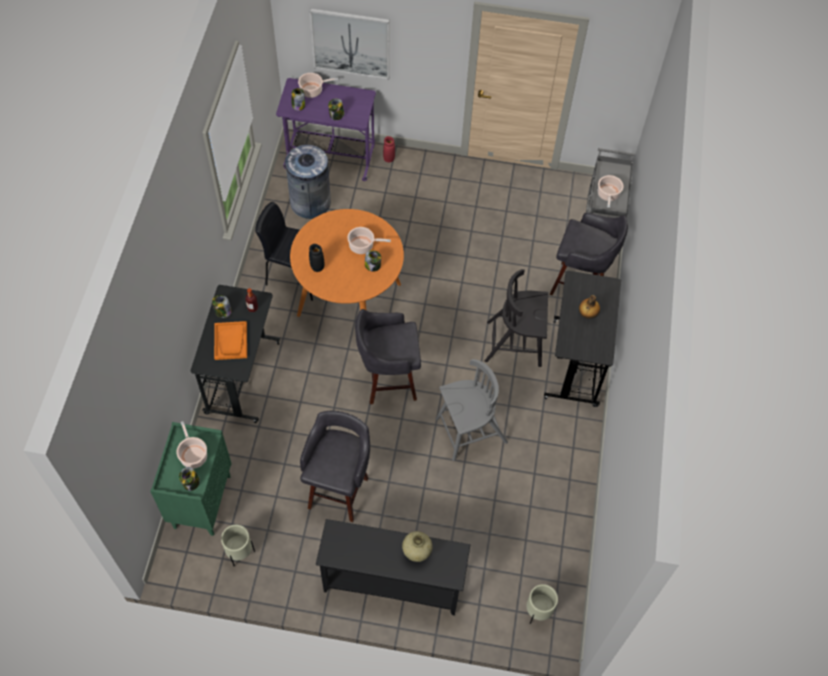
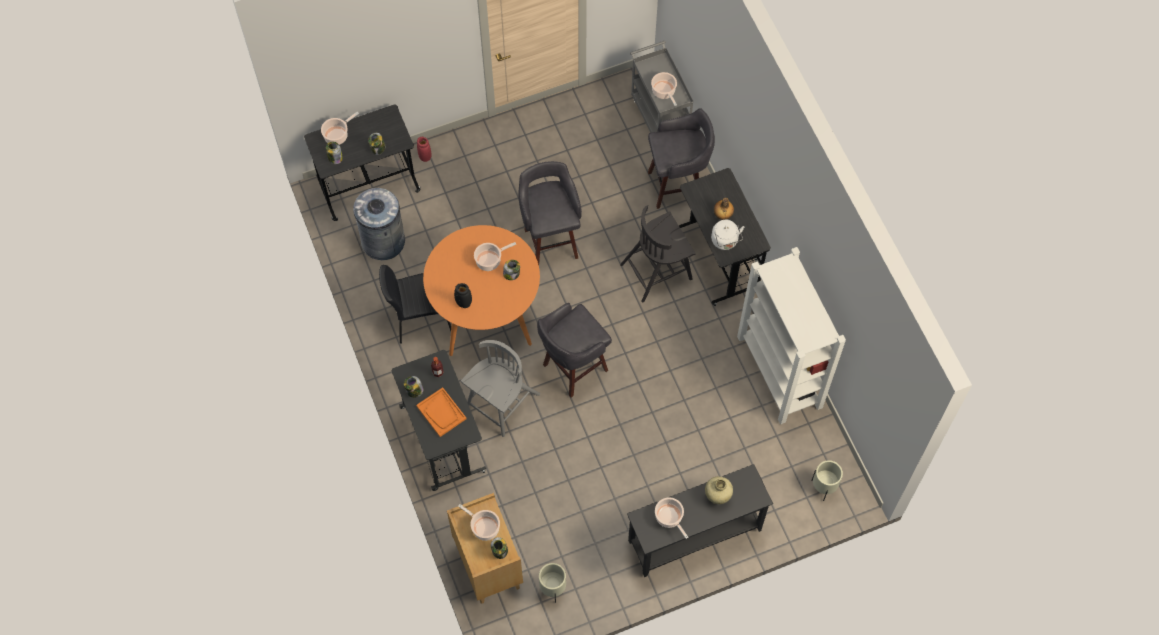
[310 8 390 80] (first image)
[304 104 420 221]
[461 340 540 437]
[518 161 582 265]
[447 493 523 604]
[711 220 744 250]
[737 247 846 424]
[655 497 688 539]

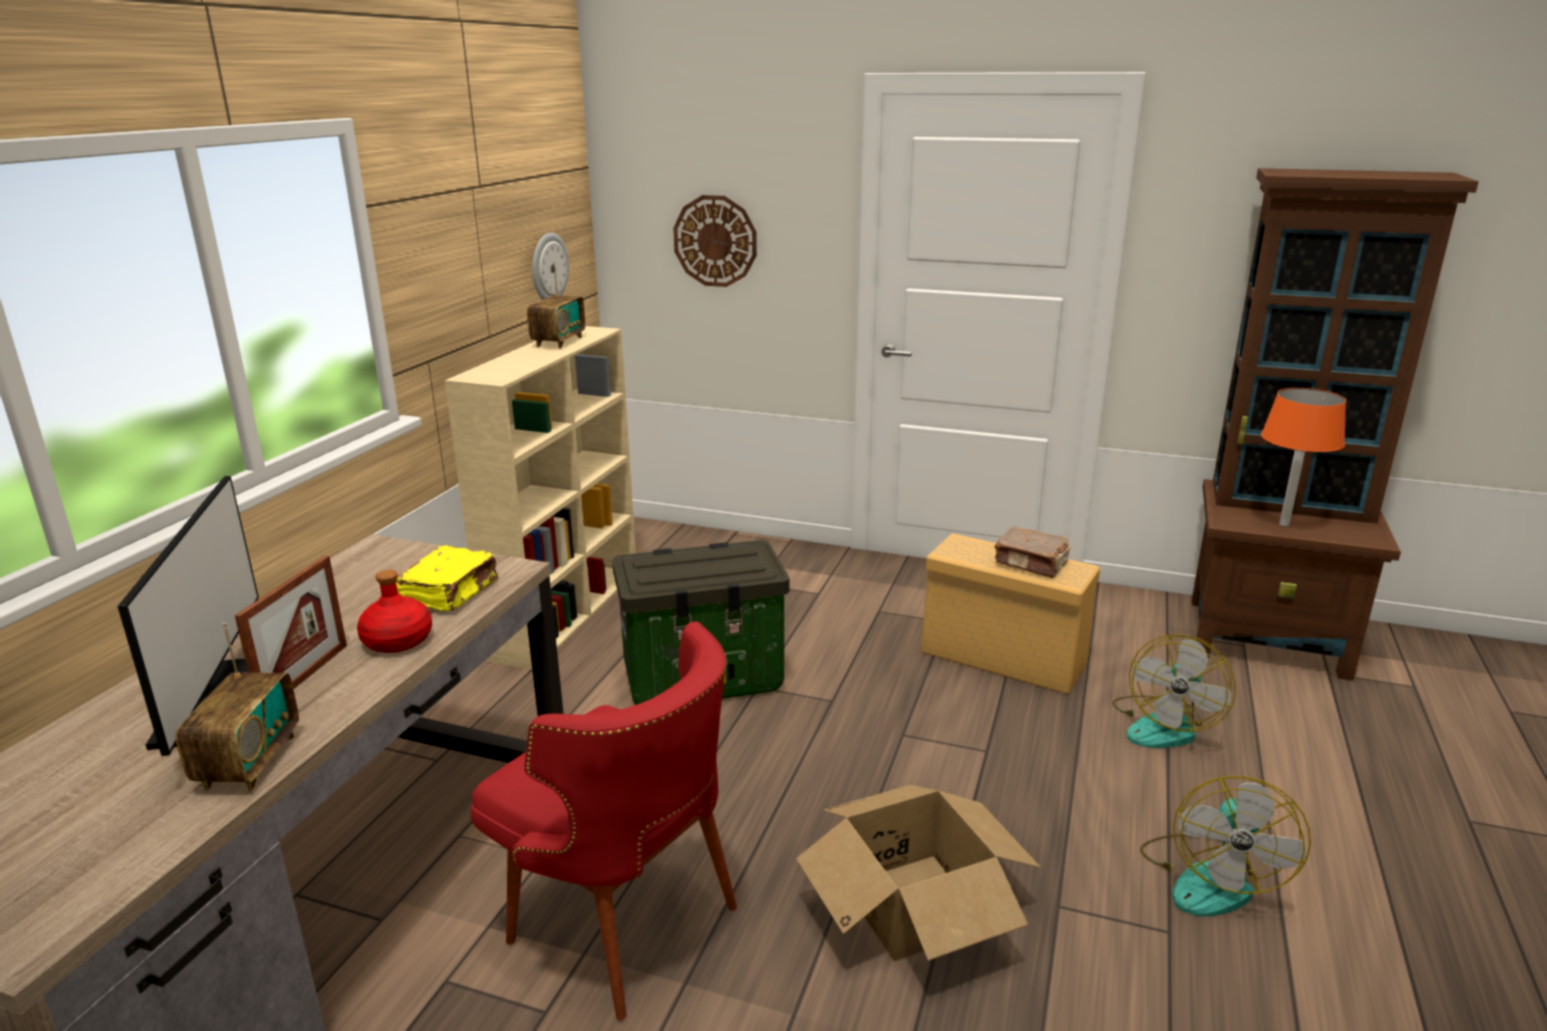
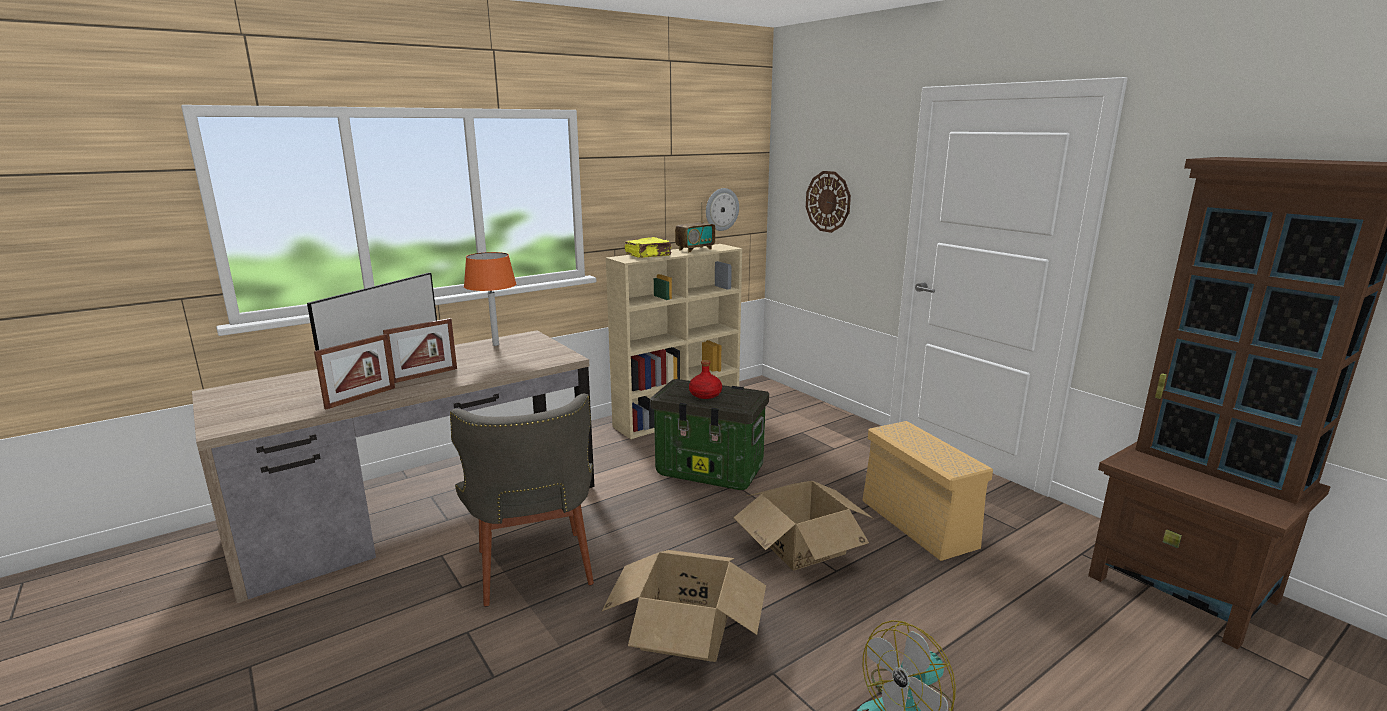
[464 252 516 346]
[994 527 1070 578] (first image)
[625 237 671 258]
[689 360 722 399]
[450 394 594 607]
[314 334 395 409]
[1112 634 1236 748] (first image)
[734 481 874 570]

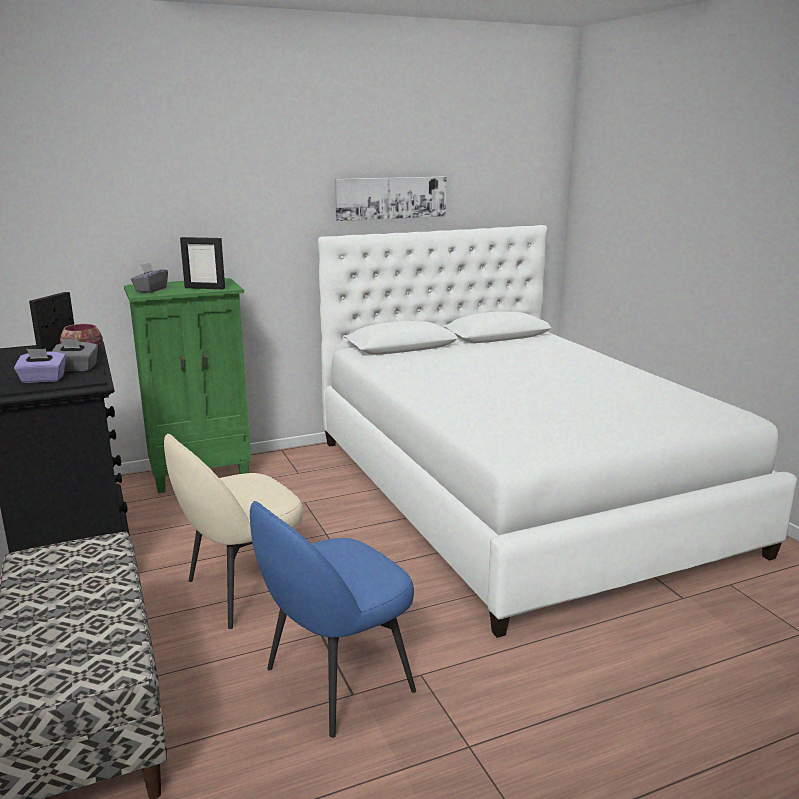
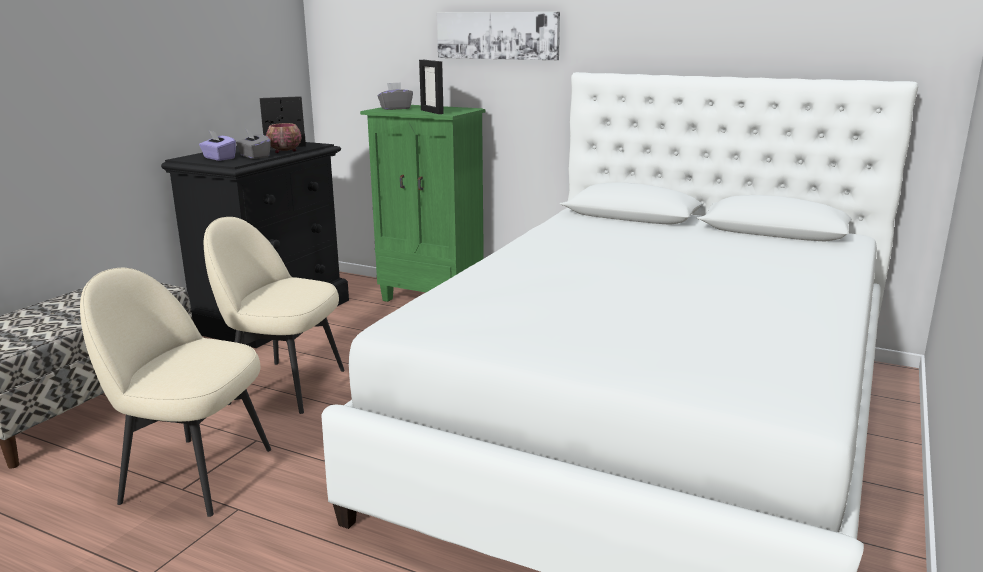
[437 12 560 60]
[80 268 271 517]

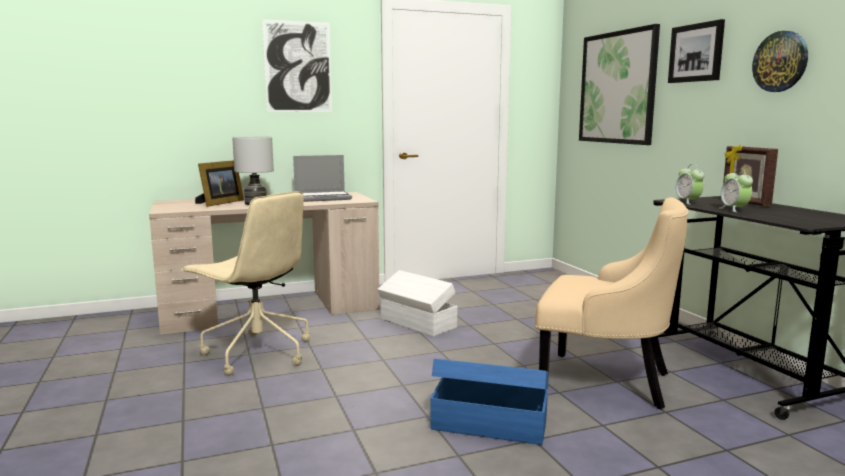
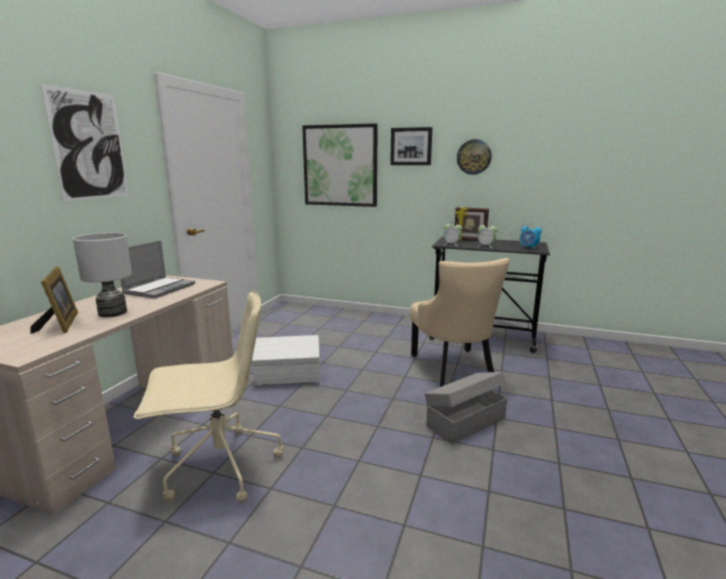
[409 258 510 387]
[425 372 507 444]
[520 223 542 249]

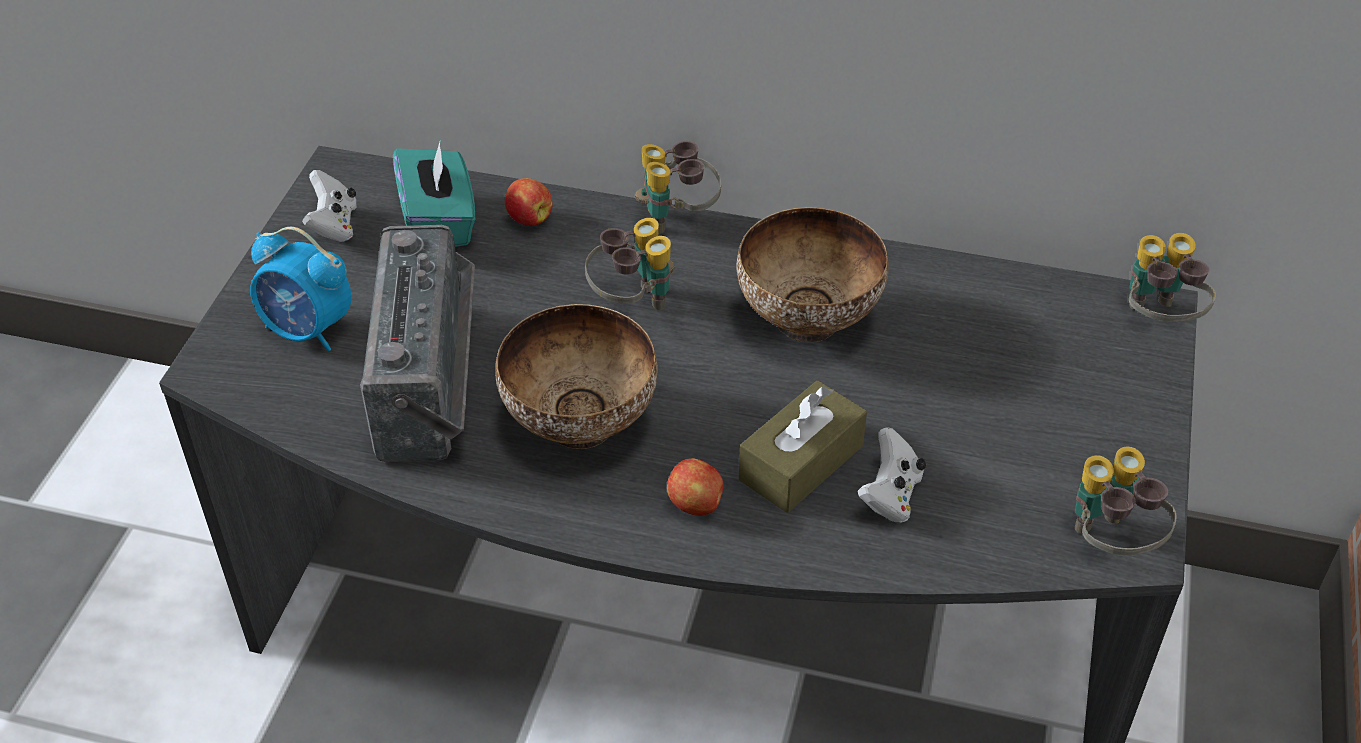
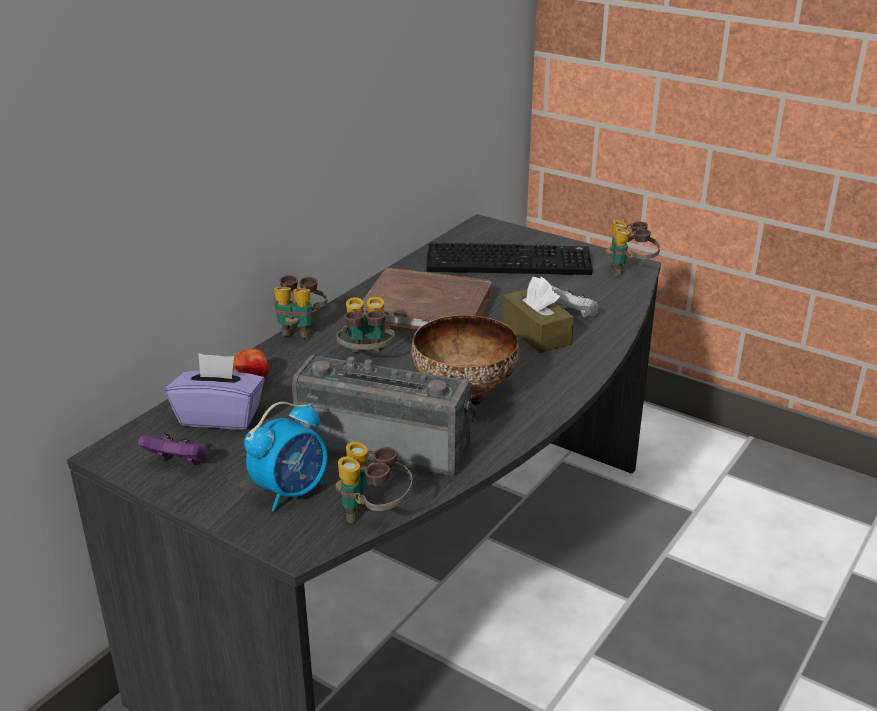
[165 353 265 430]
[138 433 209 466]
[363 268 492 332]
[335 442 413 523]
[667 458 724 516] (first image)
[426 243 593 275]

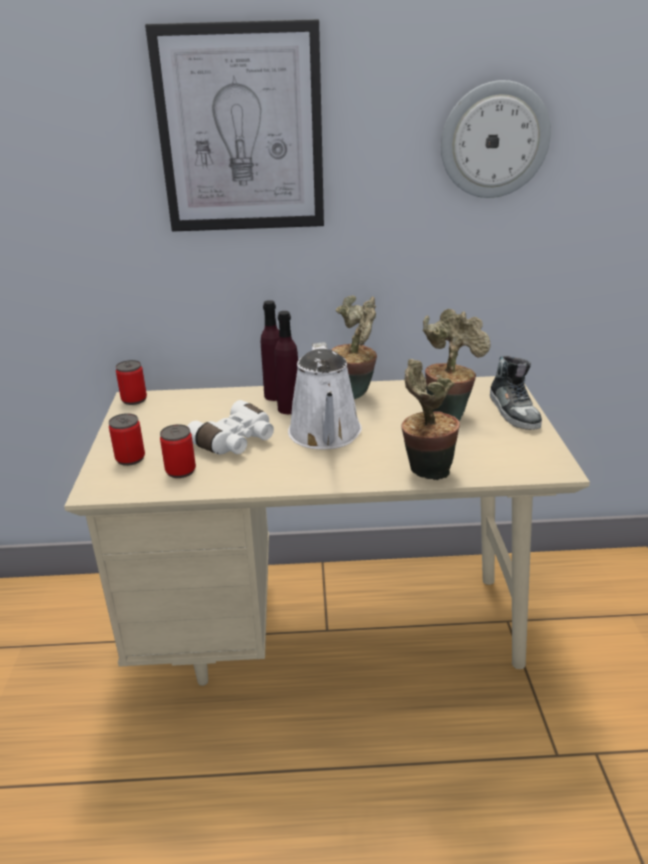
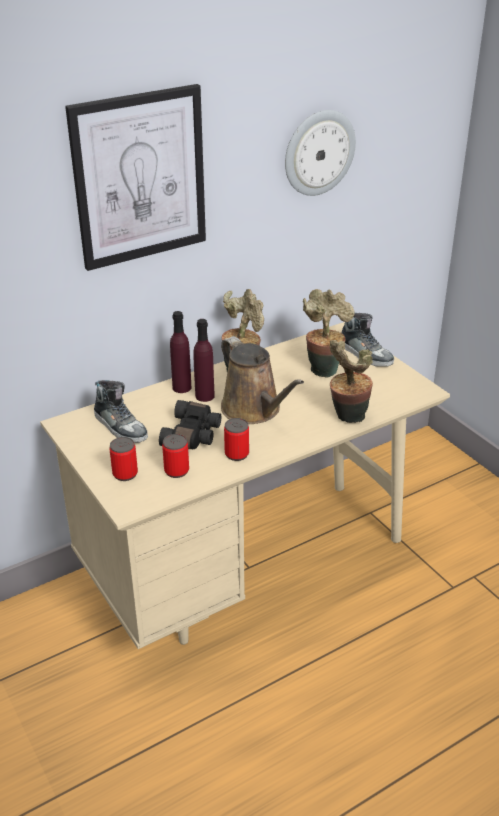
[221 336 304 424]
[224 418 249 461]
[159 400 221 449]
[94 380 148 443]

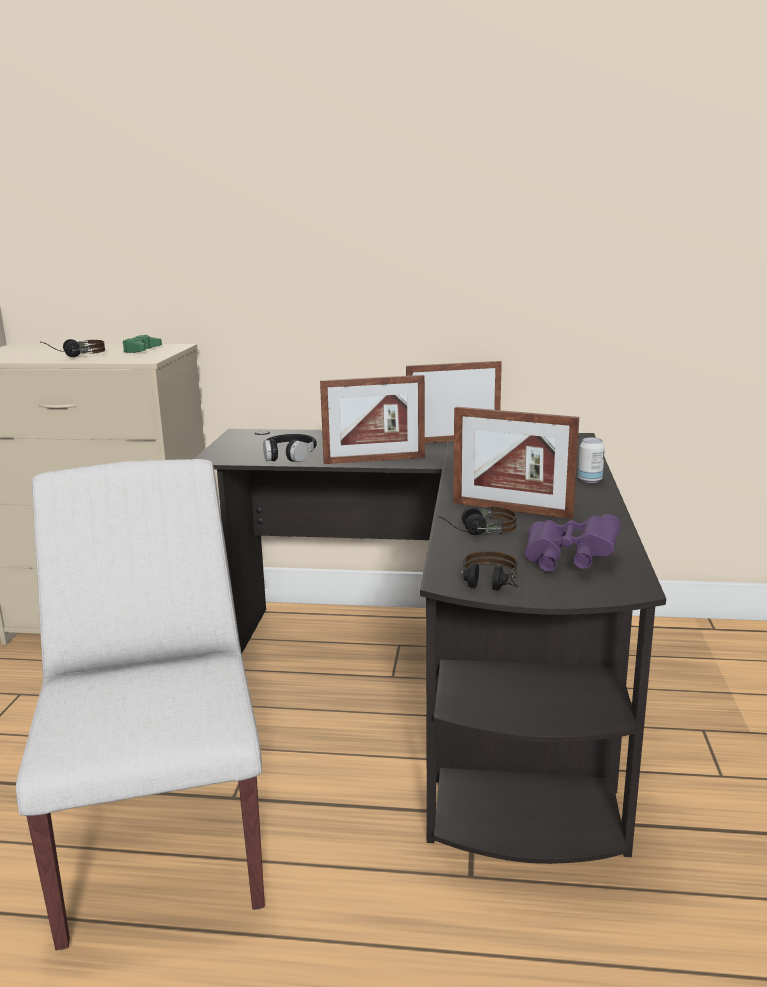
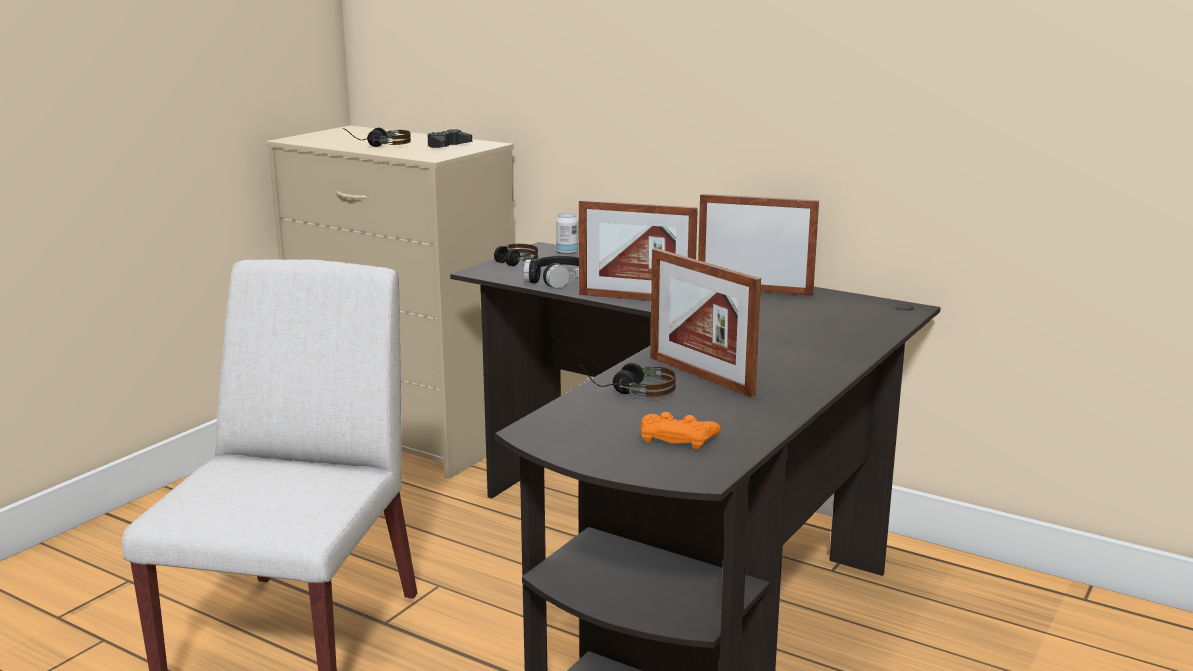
[427 129 472 148]
[556 213 579 255]
[641 412 721 450]
[493 244 538 266]

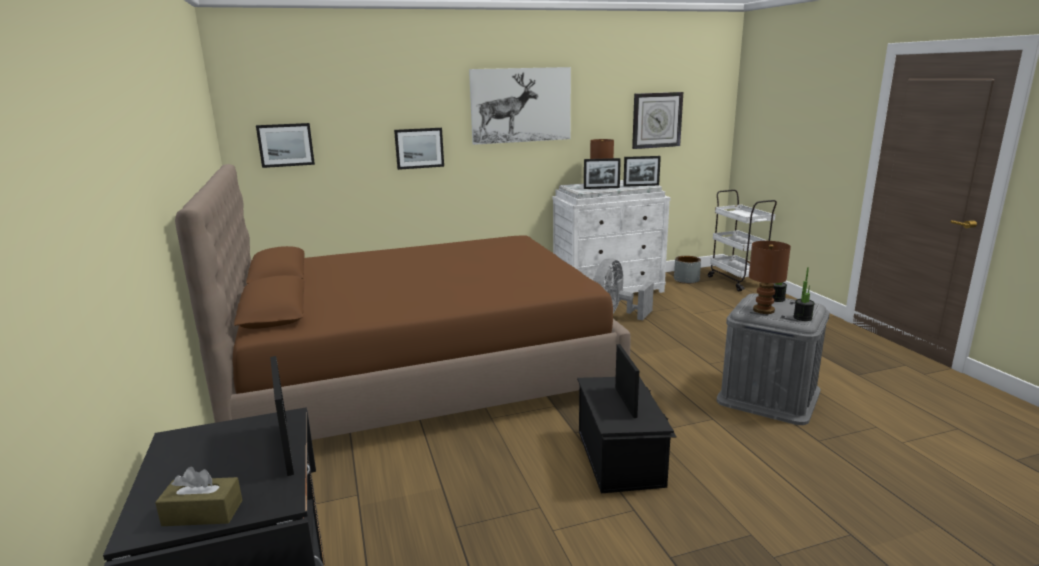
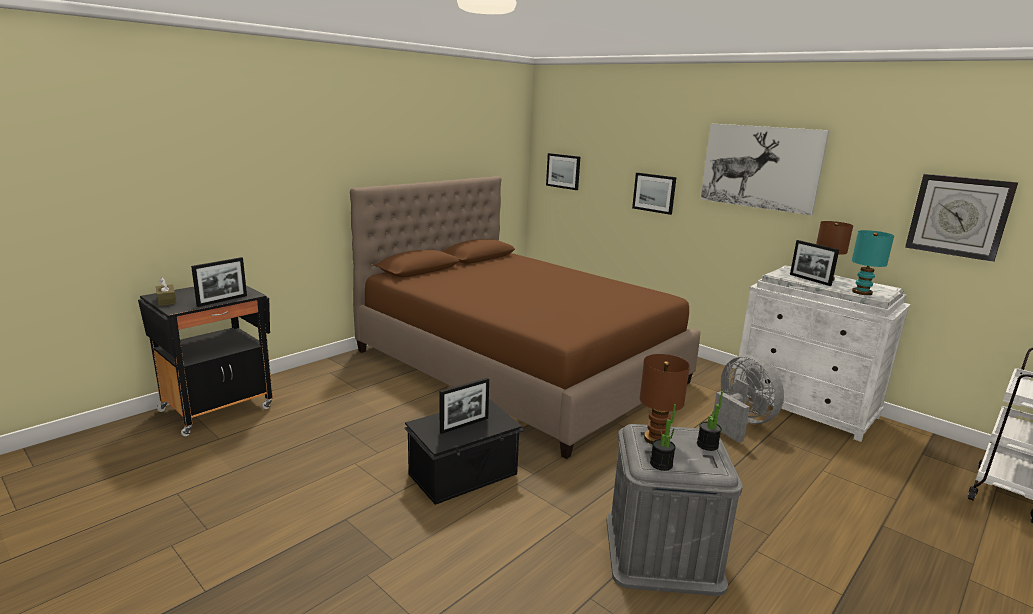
[851 230 894 295]
[674 256 701 284] (first image)
[713 354 784 443]

